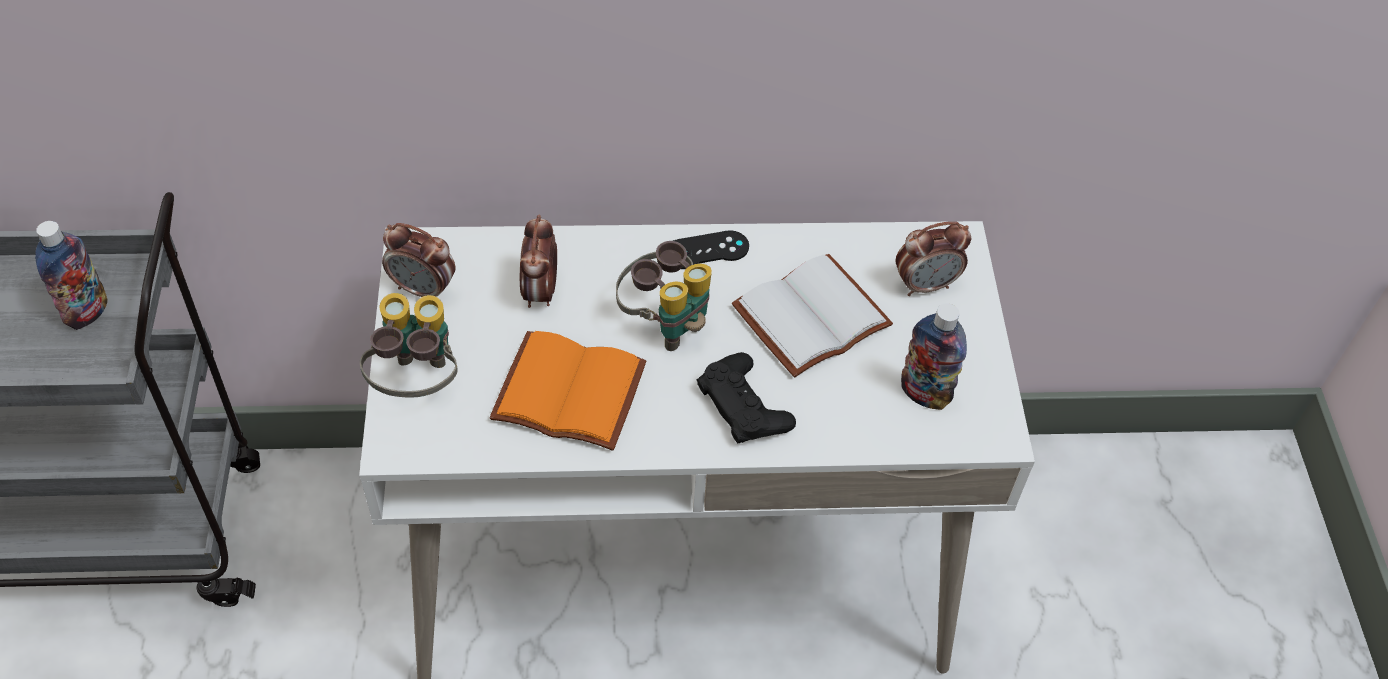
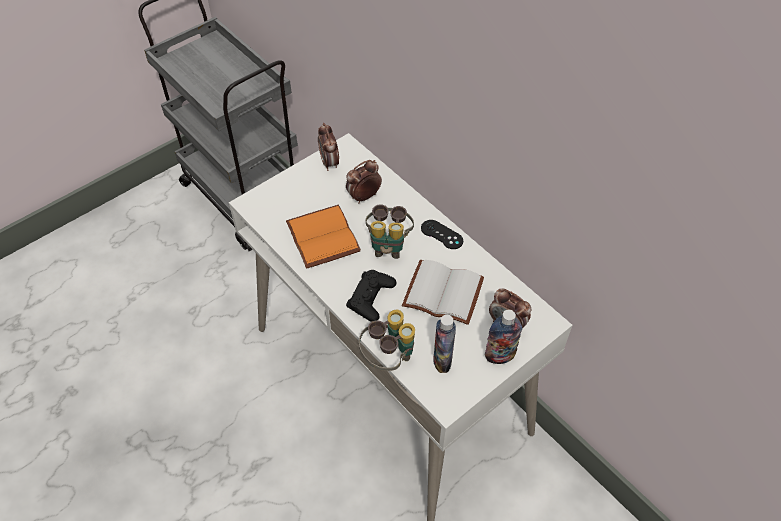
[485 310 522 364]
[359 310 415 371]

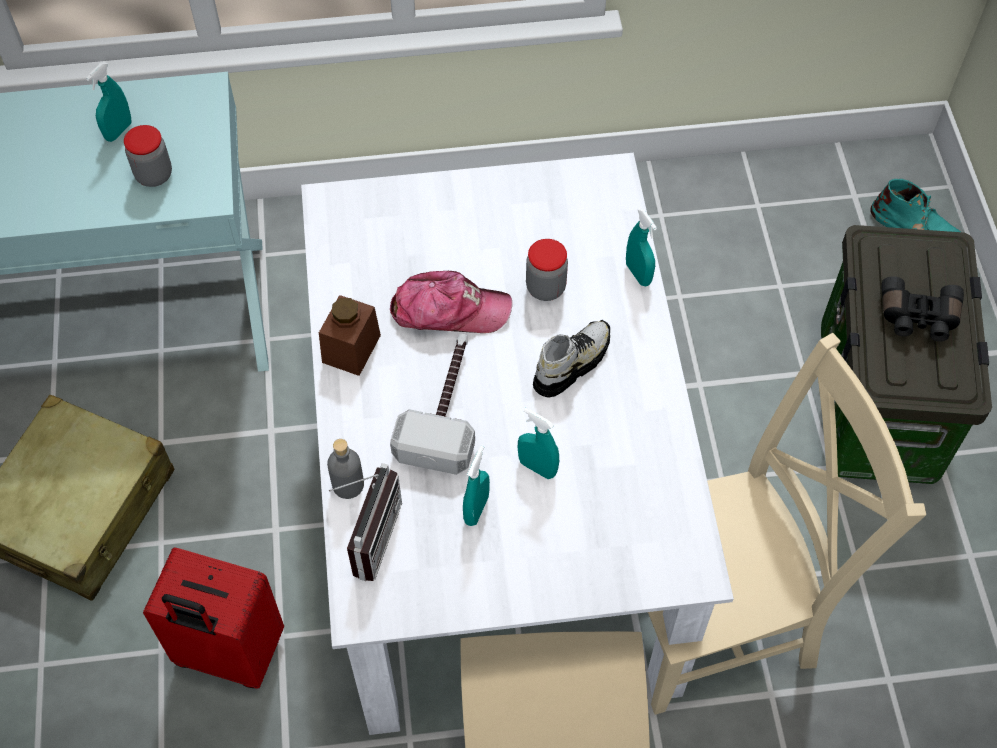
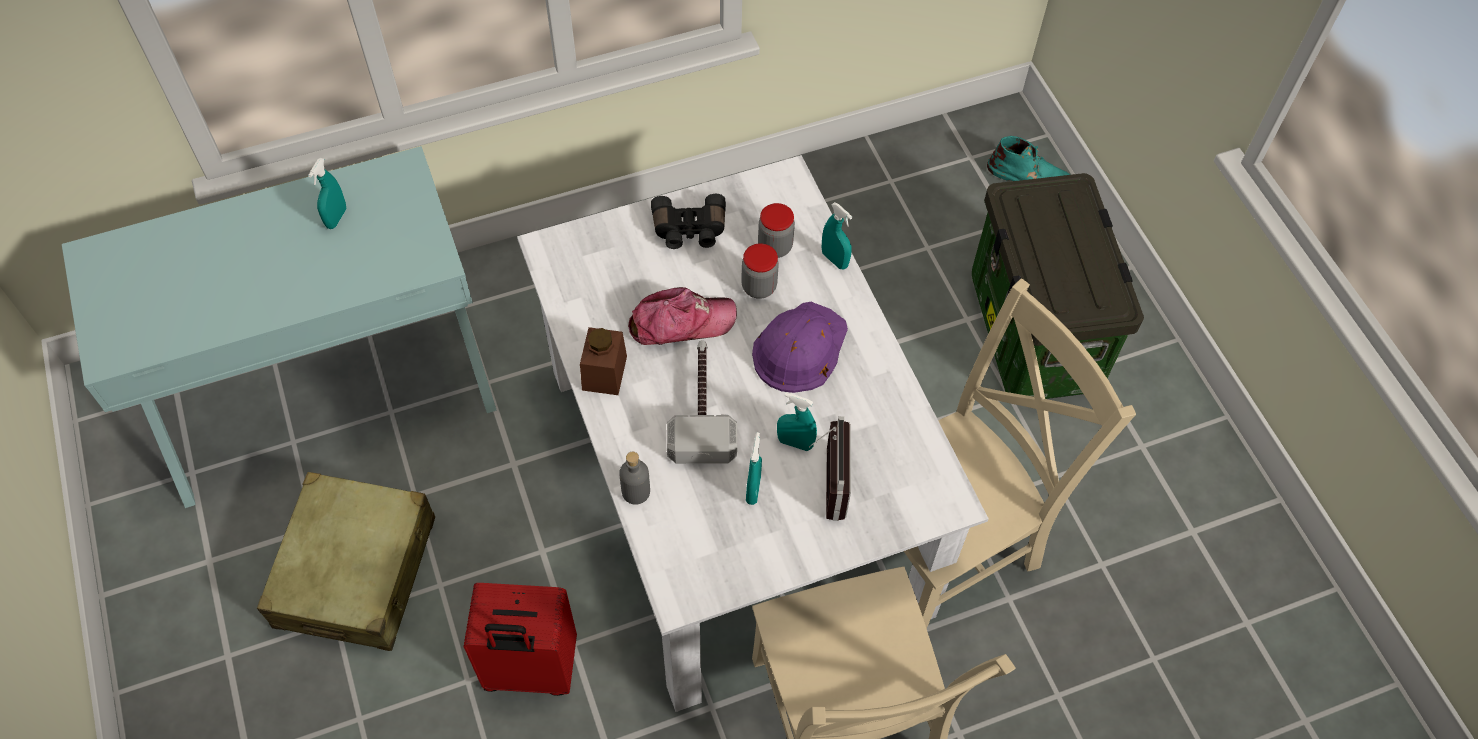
[758 203 795 258]
[651 194 726 249]
[752 302 848 393]
[809 416 851 521]

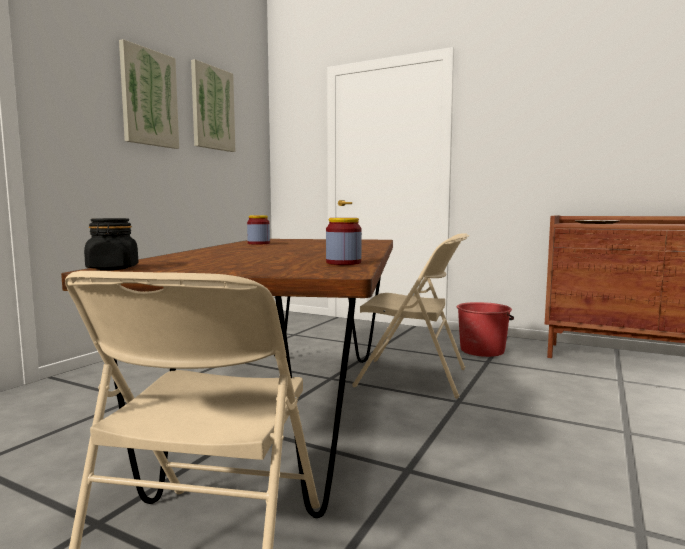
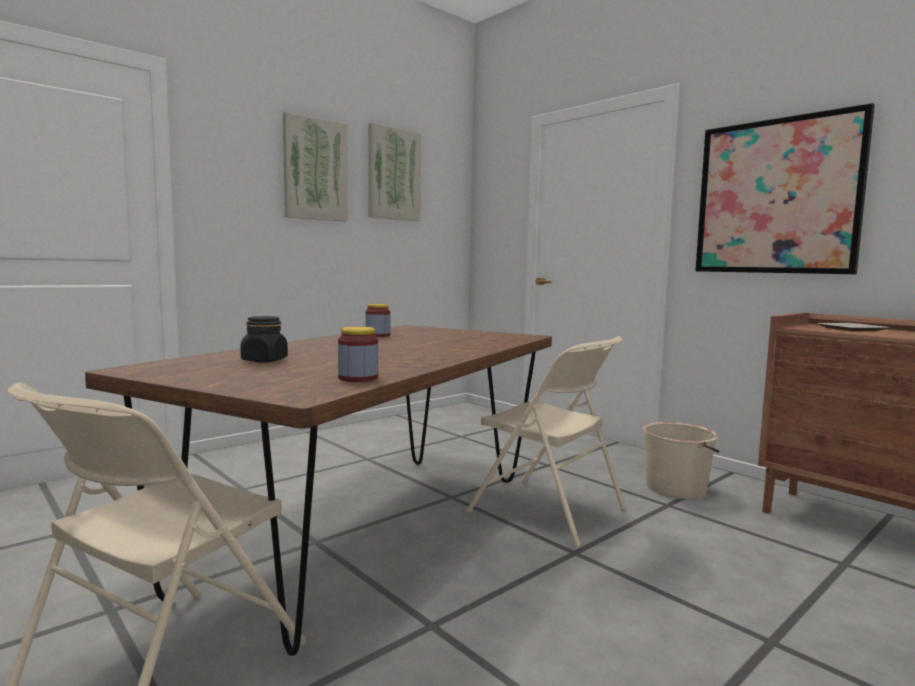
[240 316 288 362]
[643 422 719 499]
[695 103 875 274]

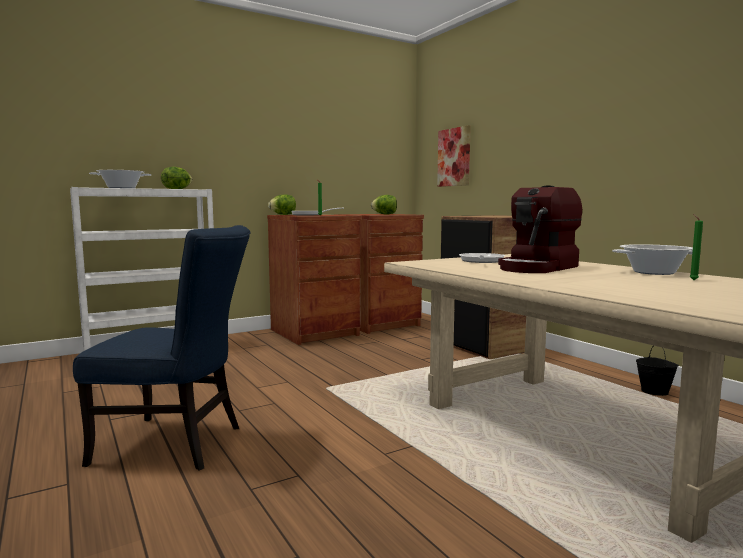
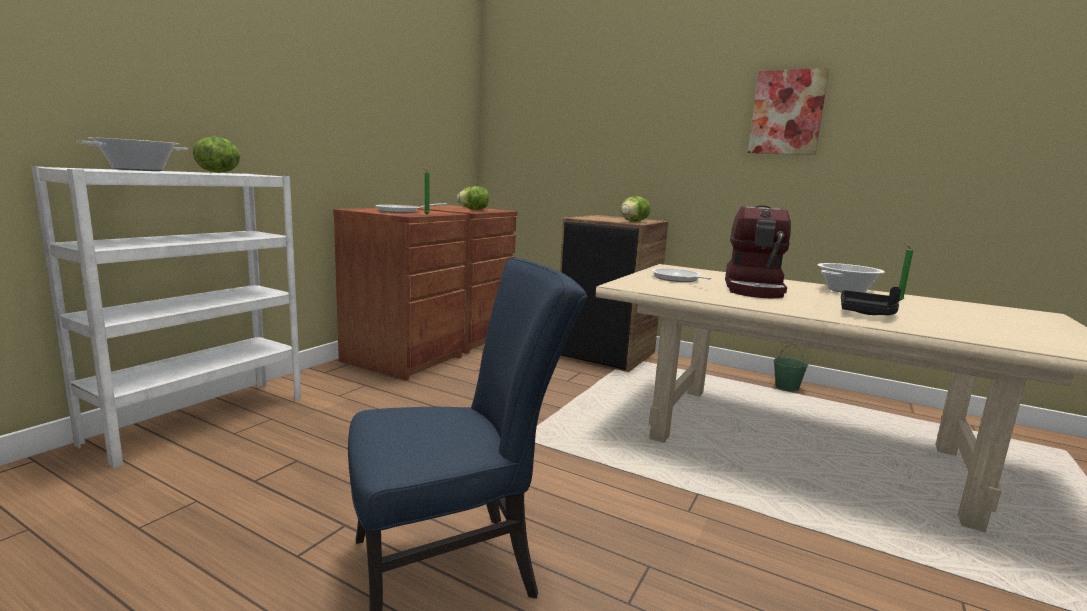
[748 68 829 155]
[621 196 651 222]
[774 344 808 392]
[841 287 901 315]

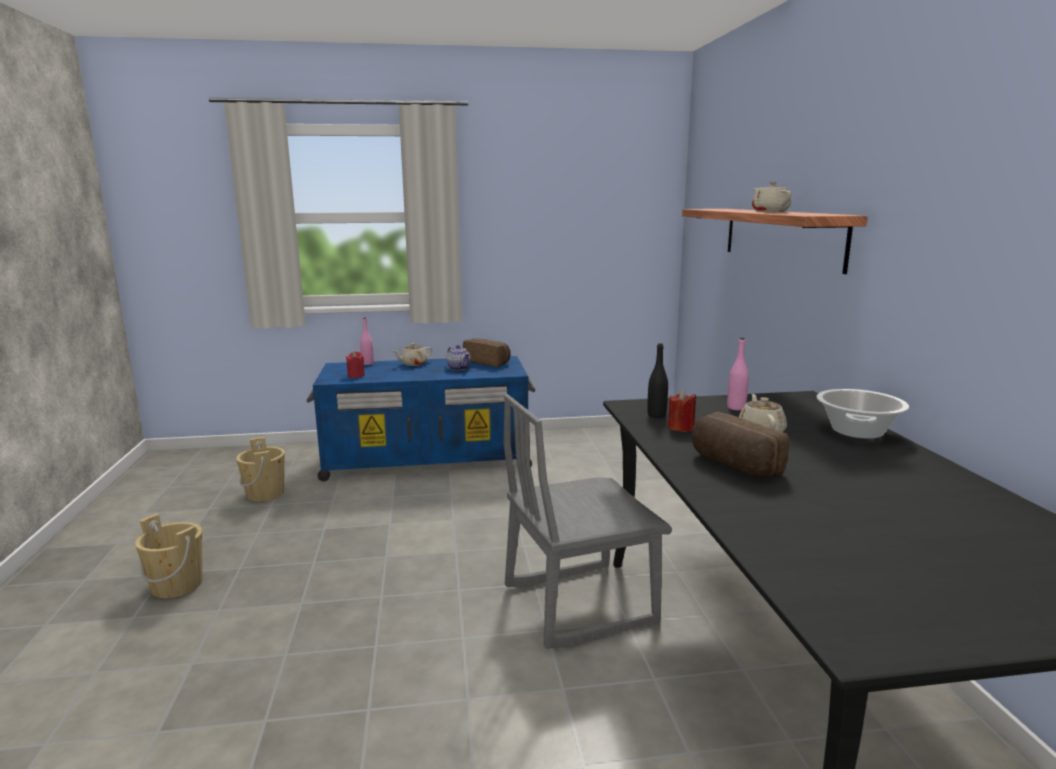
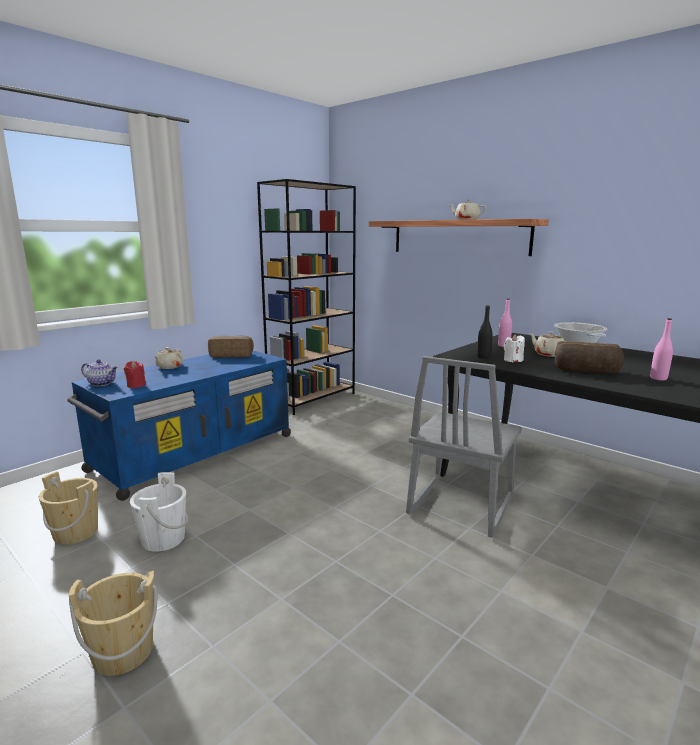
[650 318 673 380]
[81 359 118 386]
[504 334 525 362]
[257 179 356 415]
[130 472 188 552]

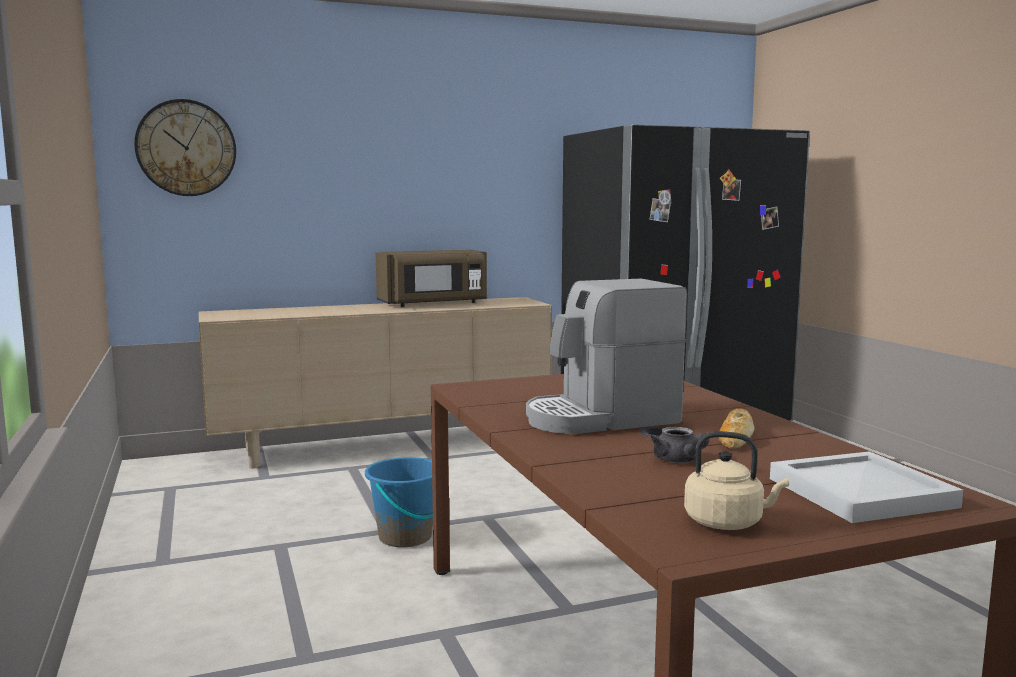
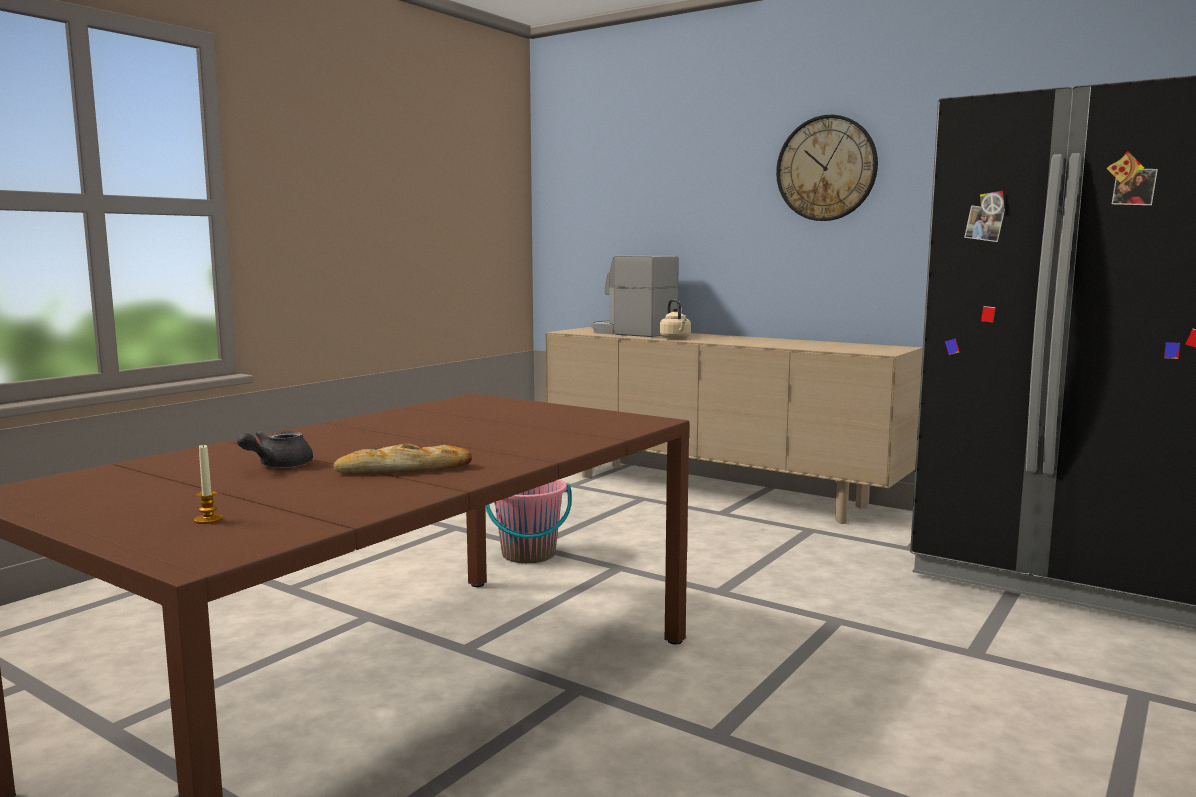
[776 115 878 221]
[376 250 487 307] (first image)
[592 255 679 337]
[660 299 691 339]
[194 445 223 524]
[485 479 572 563]

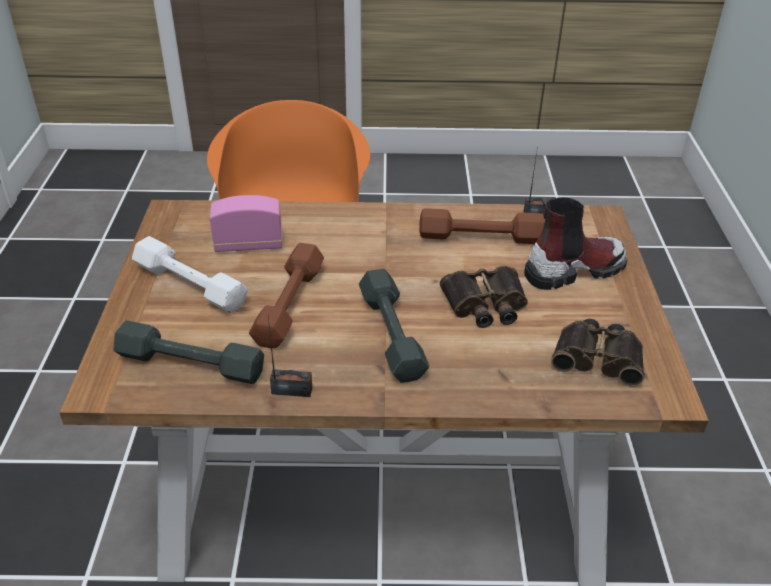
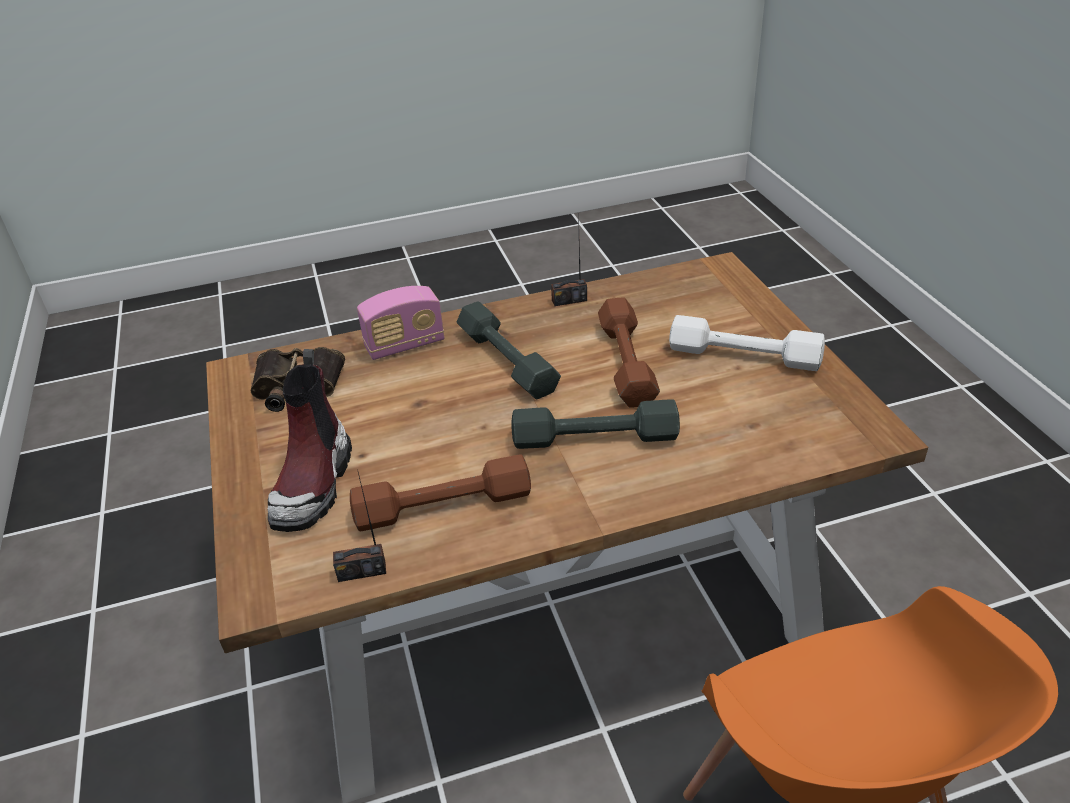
[357 286 444 360]
[267 349 352 532]
[440 266 528 328] (first image)
[511 399 680 449]

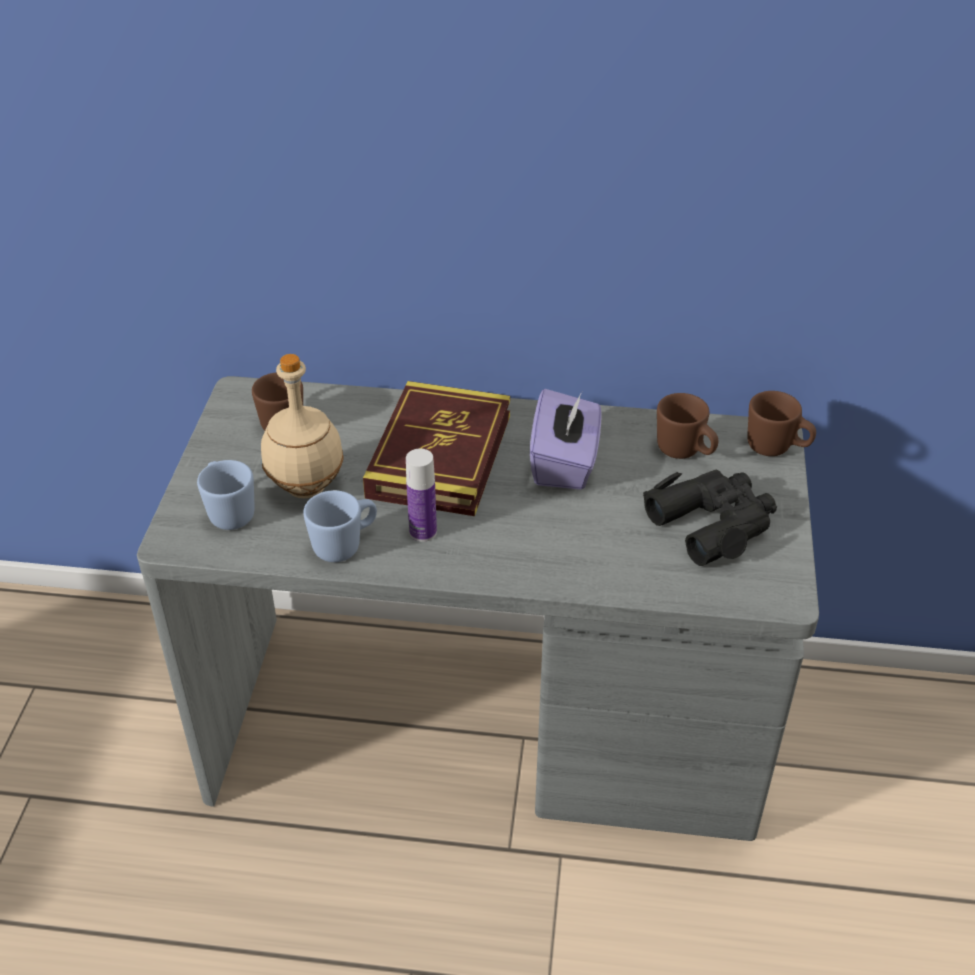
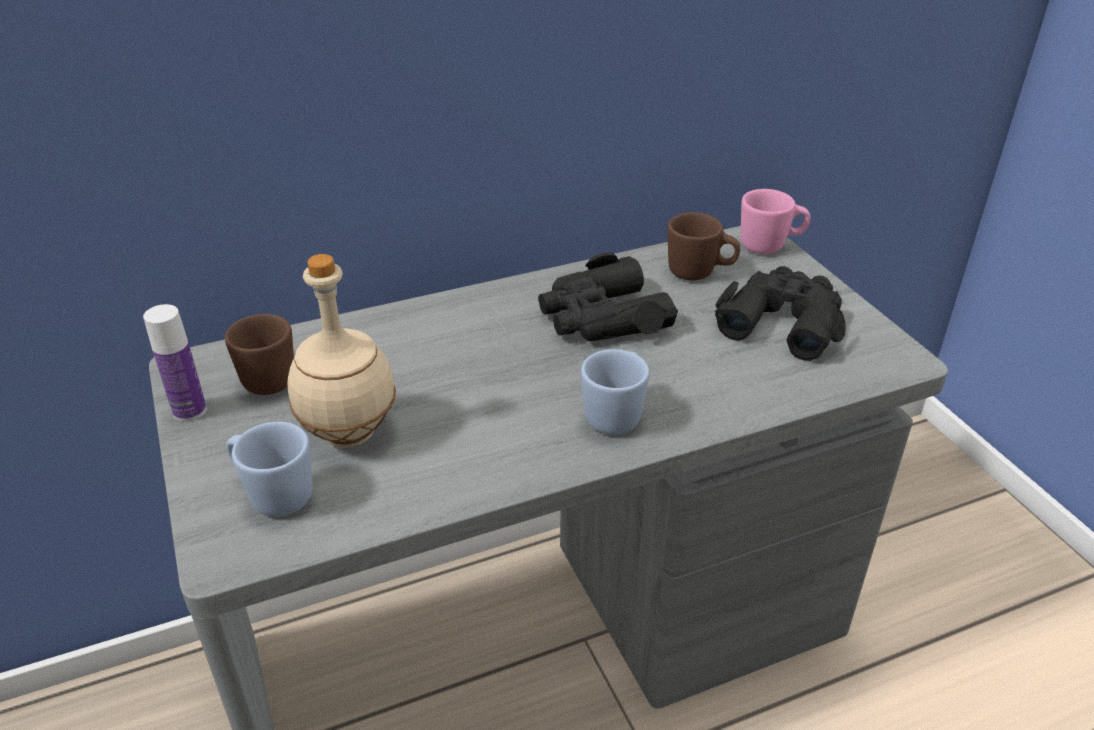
[363 381 510 516] (first image)
[538 252 678 341]
[741 189 810 254]
[143 304 207 421]
[581 349 650 435]

